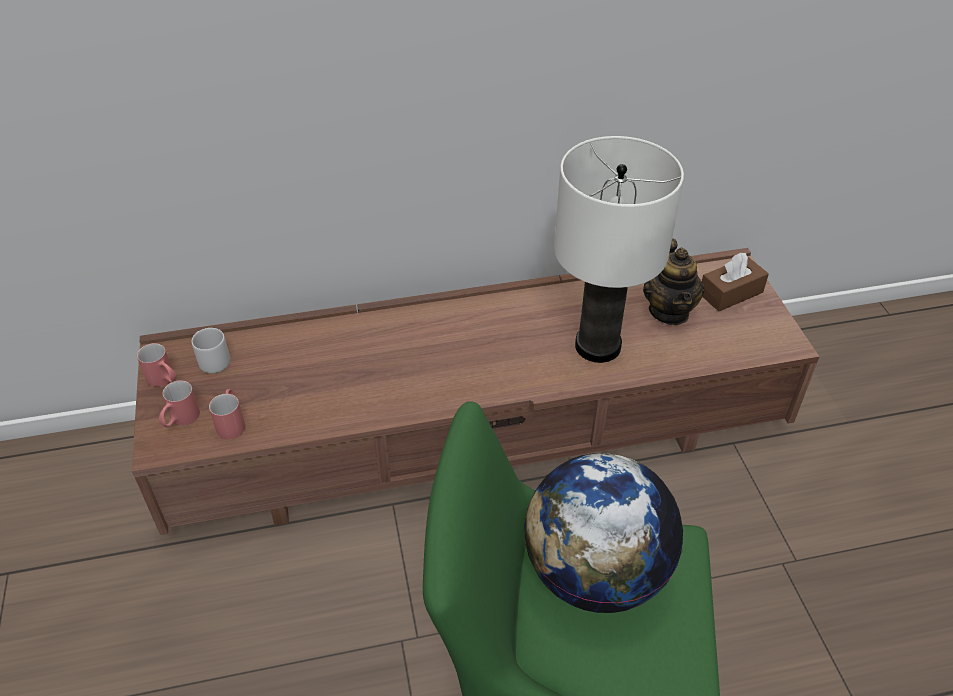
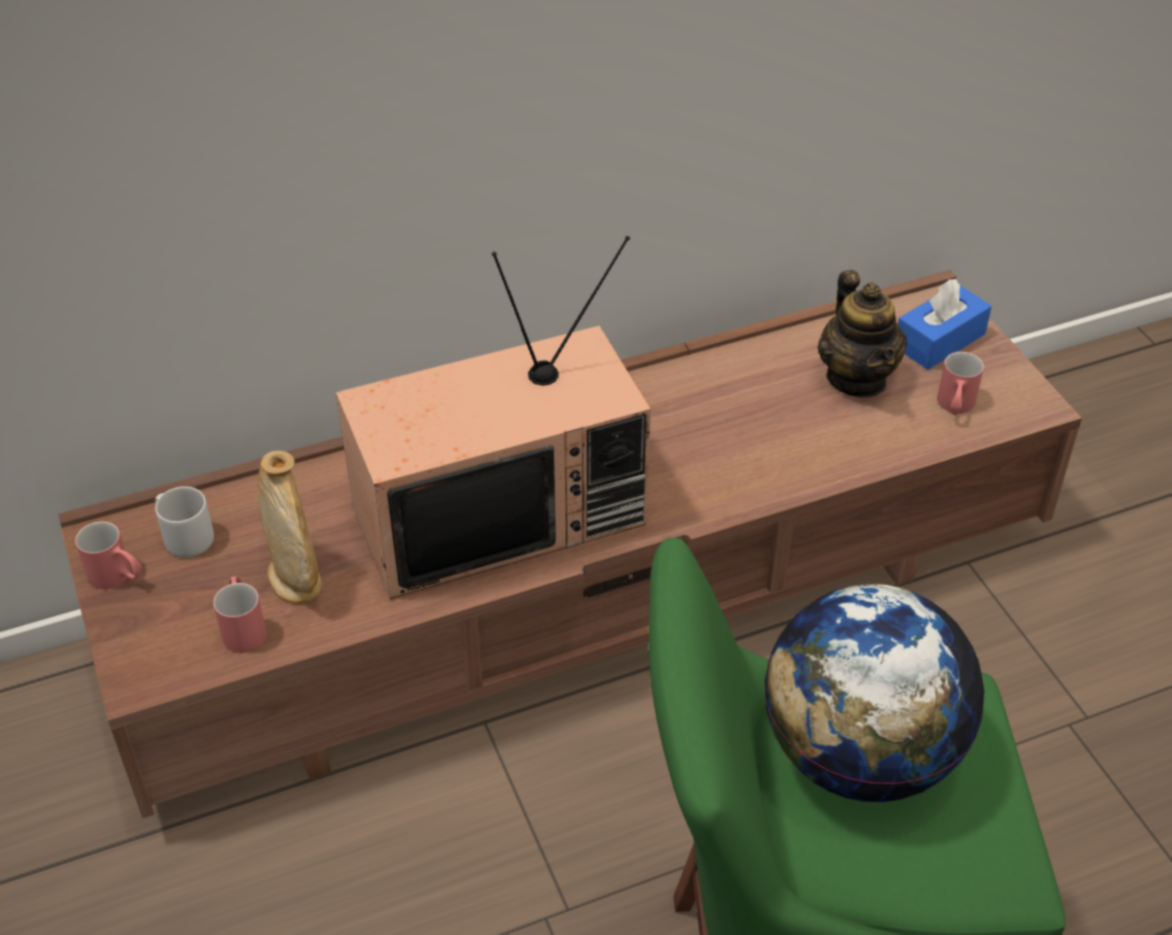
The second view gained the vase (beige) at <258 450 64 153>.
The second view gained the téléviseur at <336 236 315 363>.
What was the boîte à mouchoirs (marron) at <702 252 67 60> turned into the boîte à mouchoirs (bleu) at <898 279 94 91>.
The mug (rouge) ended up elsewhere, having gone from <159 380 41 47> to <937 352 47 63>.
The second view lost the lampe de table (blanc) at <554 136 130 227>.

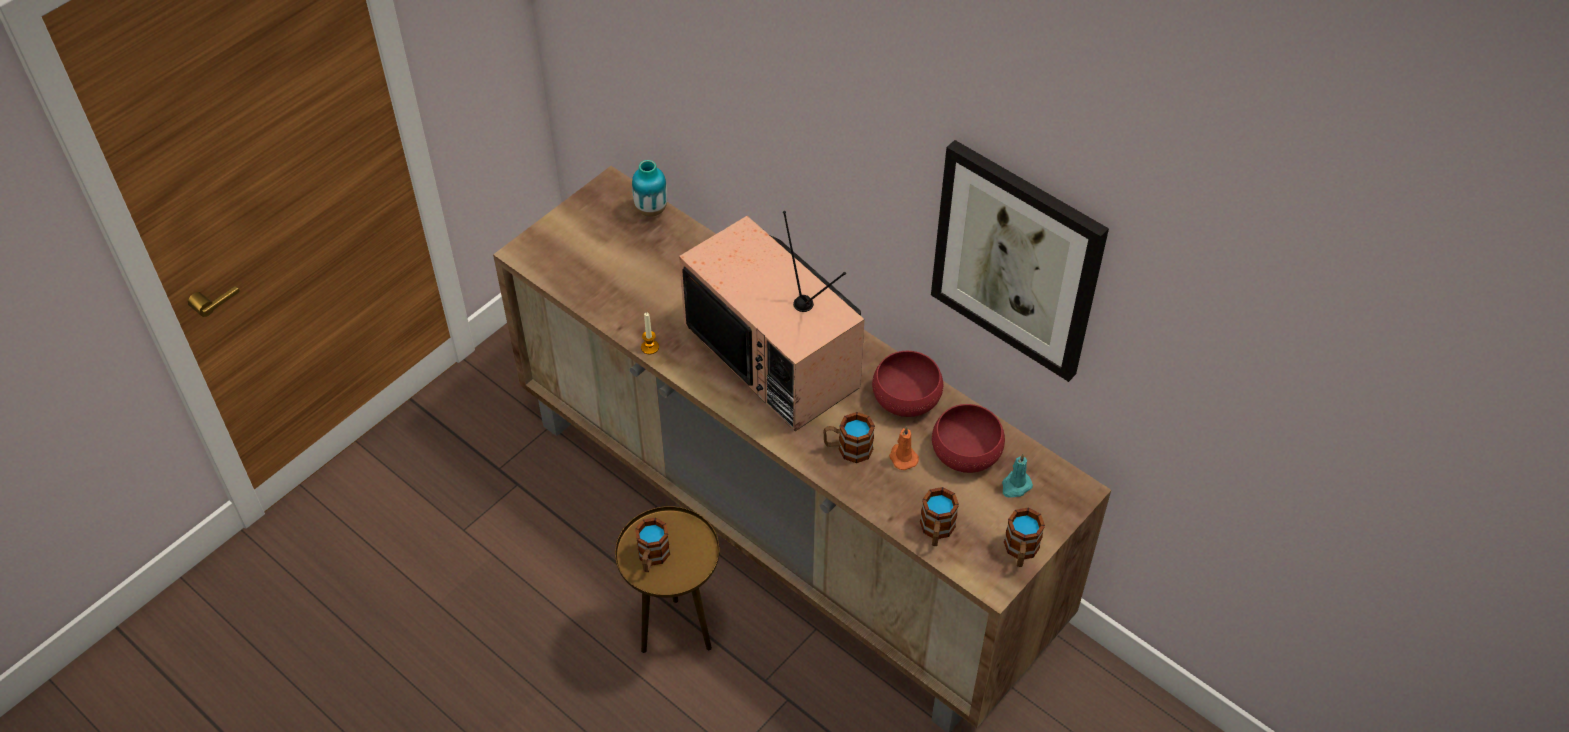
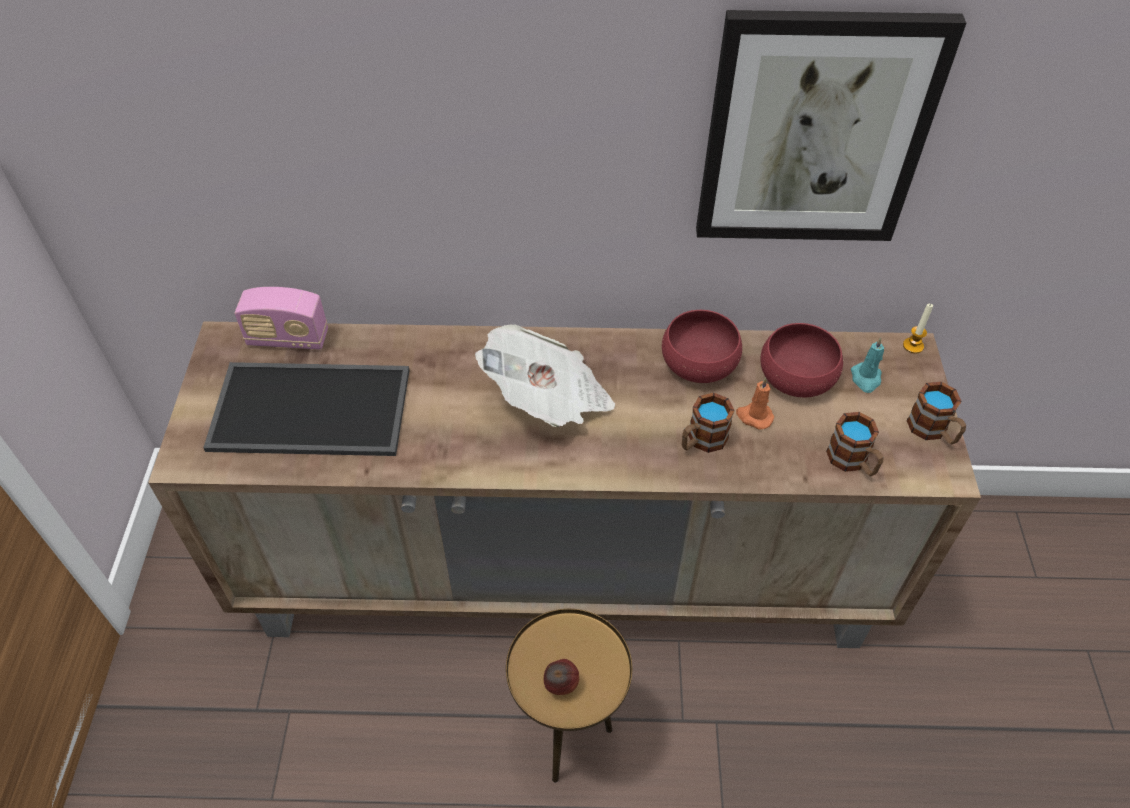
The second view gained the plateau at <203 362 207 94>.
Where the vase stood at <632 160 35 57>, the radio came to stand at <235 287 93 63>.
Where the téléviseur stood at <679 211 186 220>, the journal came to stand at <475 324 140 103>.
Where the mug stood at <635 518 35 54>, the pomme came to stand at <544 659 35 36>.
The bougie ended up elsewhere, having gone from <641 312 18 42> to <903 304 30 49>.

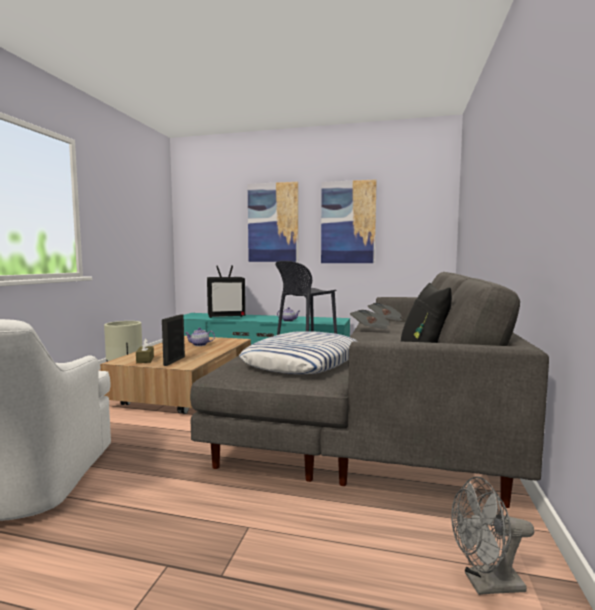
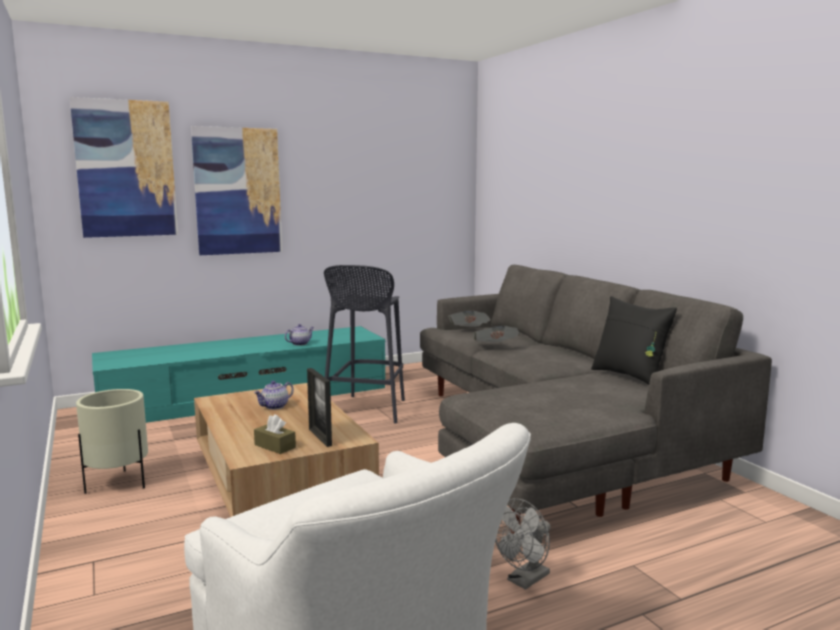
The tableau ended up elsewhere, having gone from <321 179 56 84> to <70 97 108 141>.
The ventilateur (gris) ended up elsewhere, having gone from <451 476 83 119> to <495 498 56 92>.
The second view lost the téléviseur at <207 265 38 53>.
The second view lost the coussin at <239 331 118 43>.

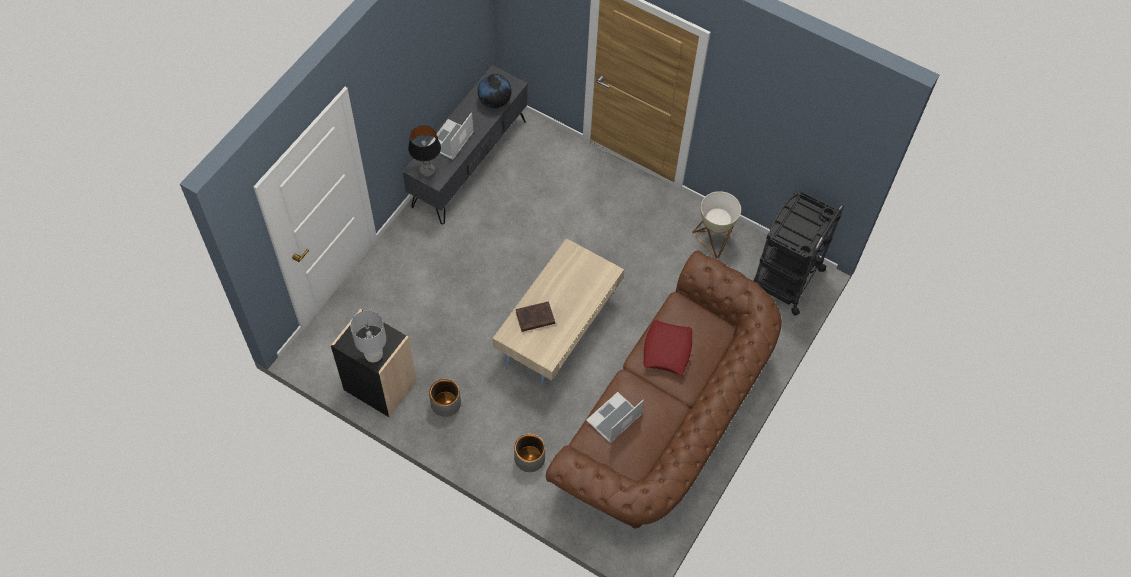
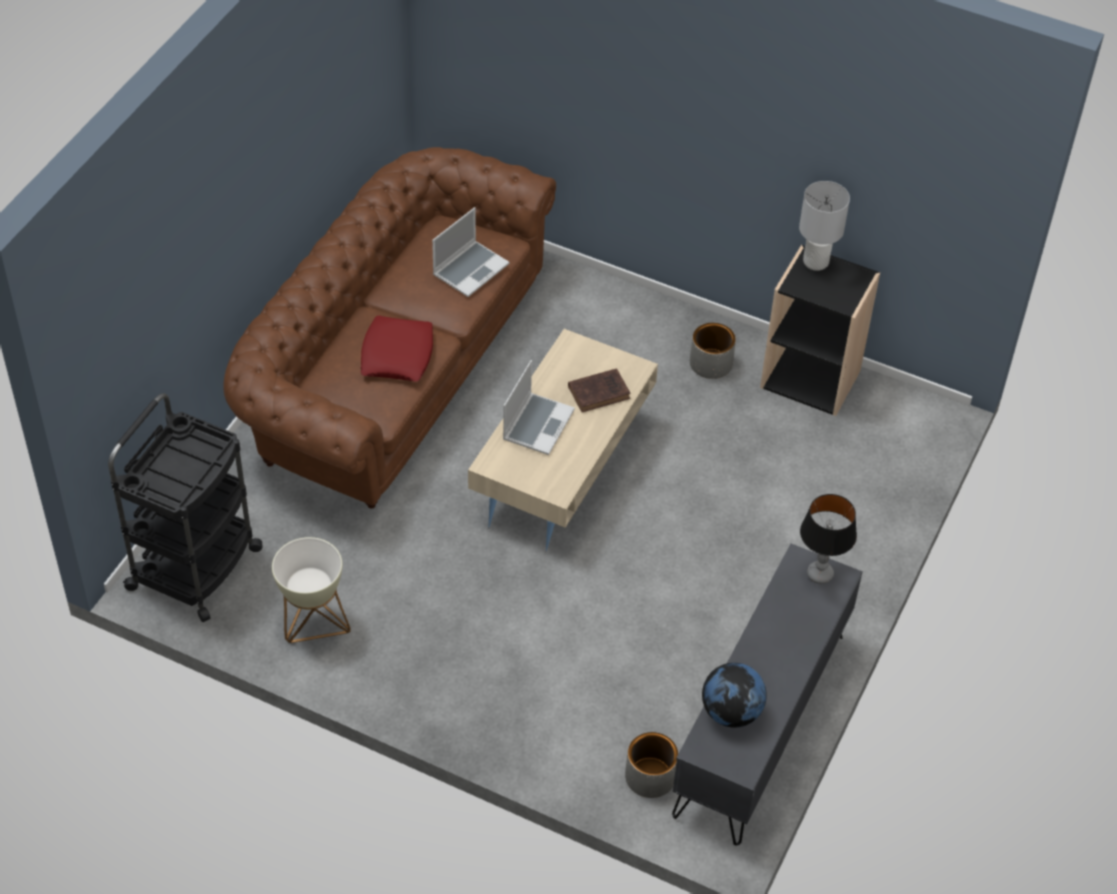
The ordinateur portable ended up elsewhere, having gone from <428 112 46 48> to <503 360 72 95>.
The cache-pot (gris) ended up elsewhere, having gone from <514 434 31 38> to <625 732 53 66>.

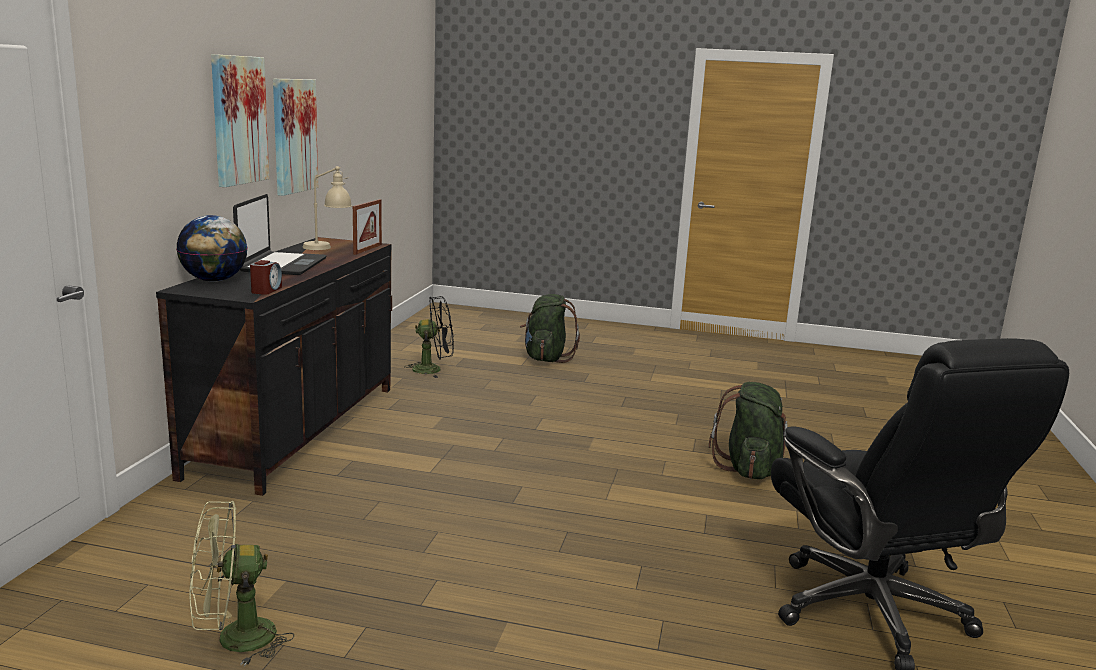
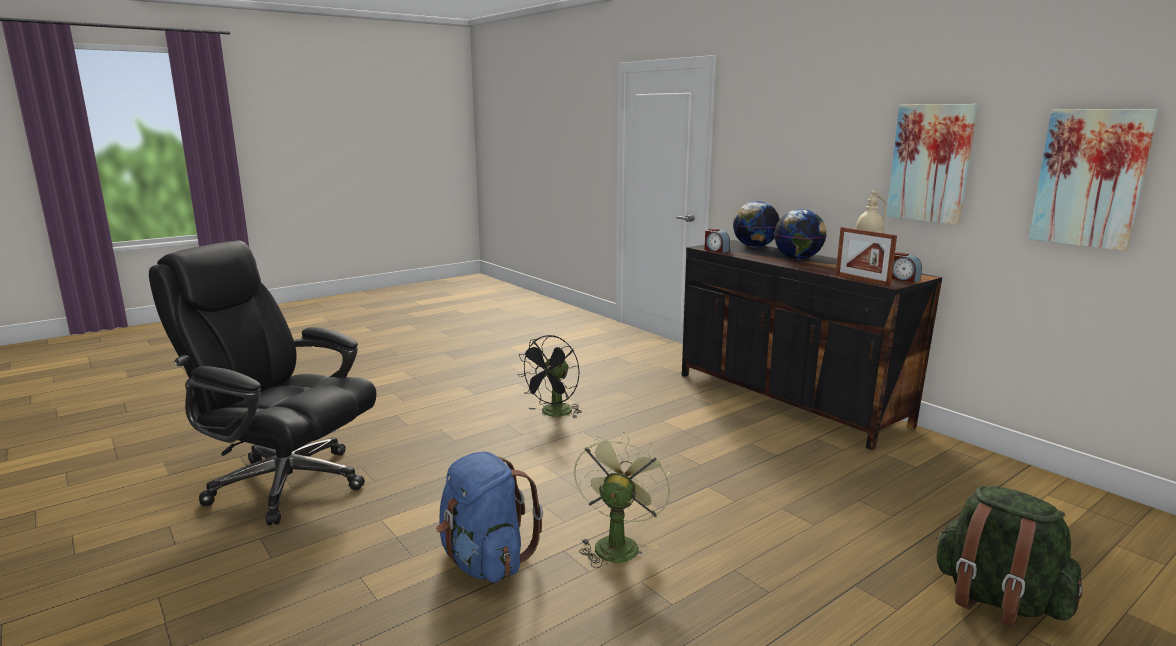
What was the sac à dos (vert) at <709 382 79 97> turned into the sac à dos (bleu) at <436 452 107 131>.
The ventilateur (noir) ended up elsewhere, having gone from <404 296 50 82> to <517 335 65 83>.
The ventilateur (vert) ended up elsewhere, having gone from <189 501 105 165> to <574 432 97 136>.
Where the ordinateur portable stood at <233 194 93 81>, the globe came to stand at <774 209 53 50>.
The second view gained the réveil at <892 252 30 31>.
The tableau ended up elsewhere, having gone from <211 54 58 133> to <1028 109 131 142>.

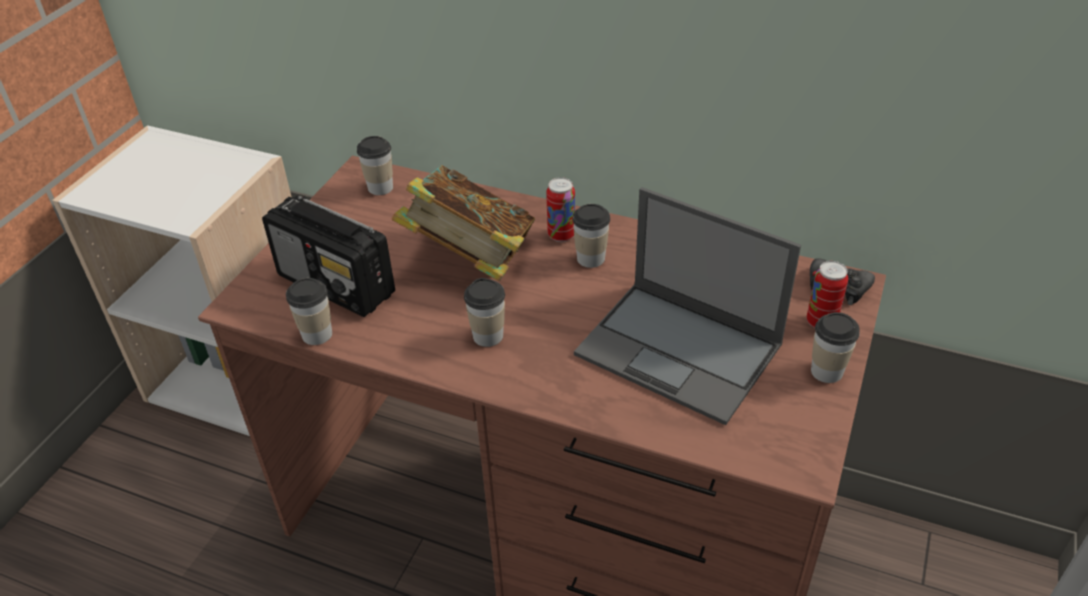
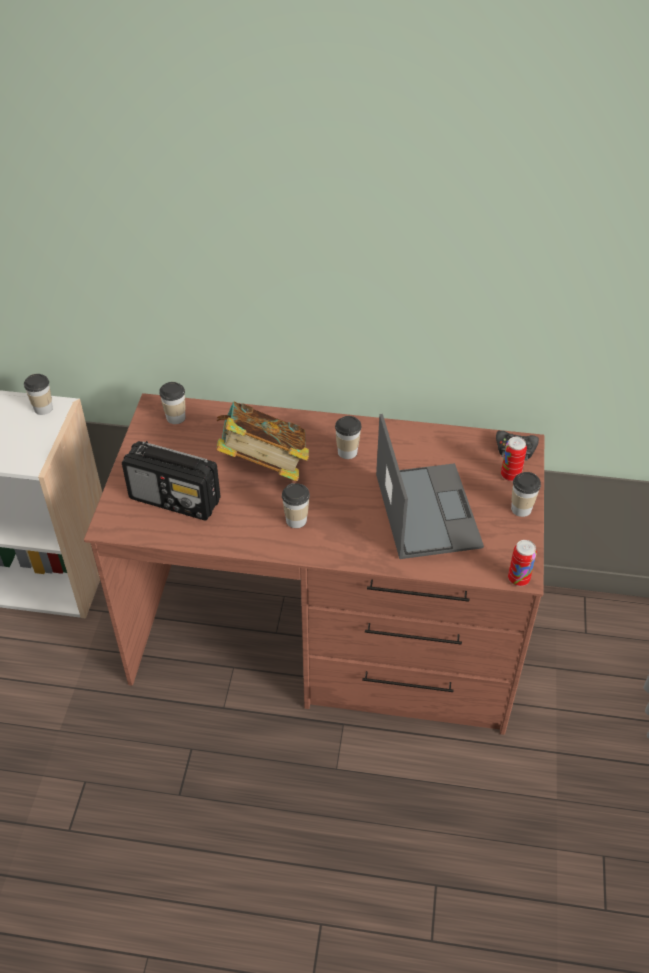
The tasse ended up elsewhere, having gone from <286 278 46 67> to <24 374 29 41>.
The ordinateur portable at <574 187 227 238> ended up facing another way, 120 degrees counterclockwise from before.
The boîte métallique ended up elsewhere, having gone from <546 177 29 65> to <508 540 29 46>.

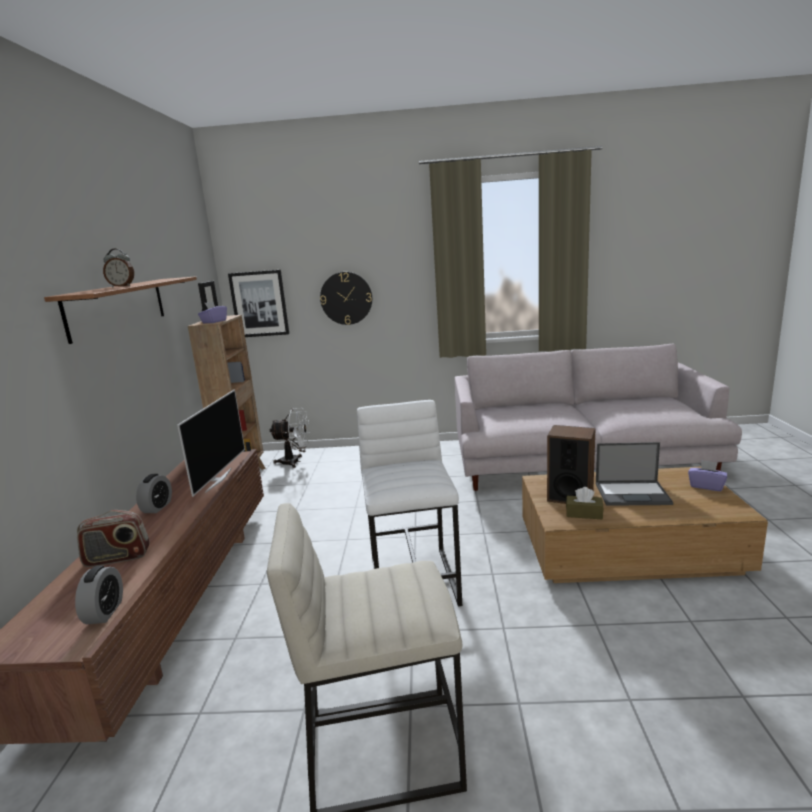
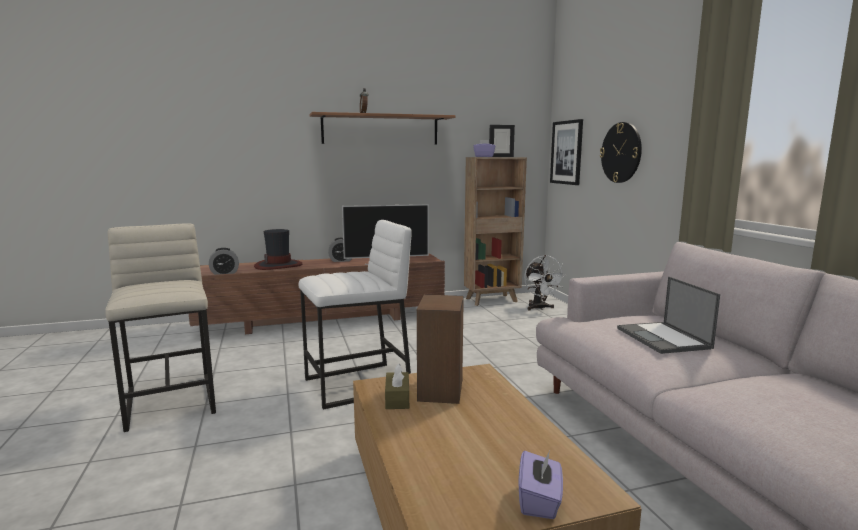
Where the radio stood at <77 510 73 57>, the chapeau came to stand at <254 229 48 41>.
The ordinateur portable ended up elsewhere, having gone from <596 442 77 64> to <617 277 103 77>.

